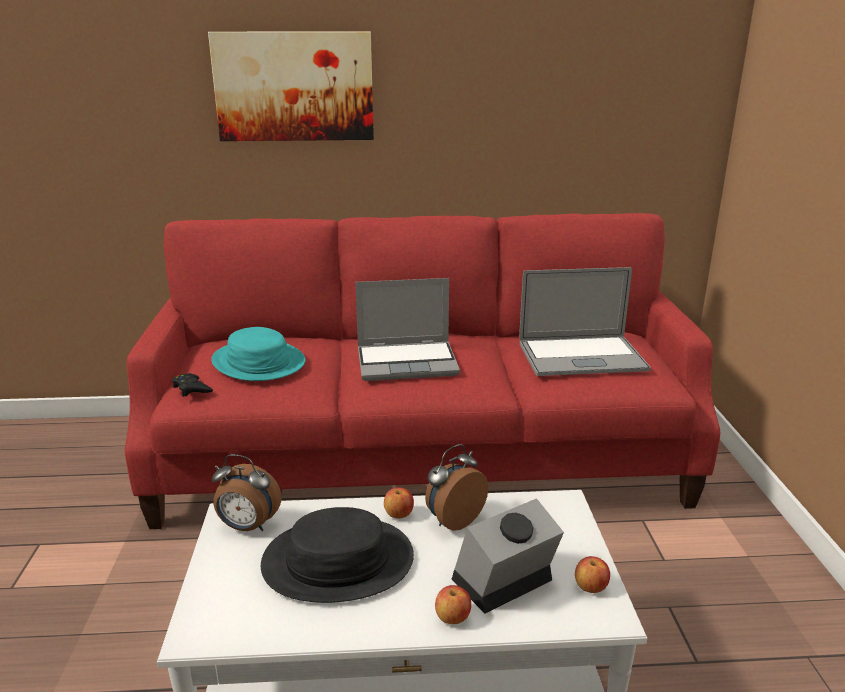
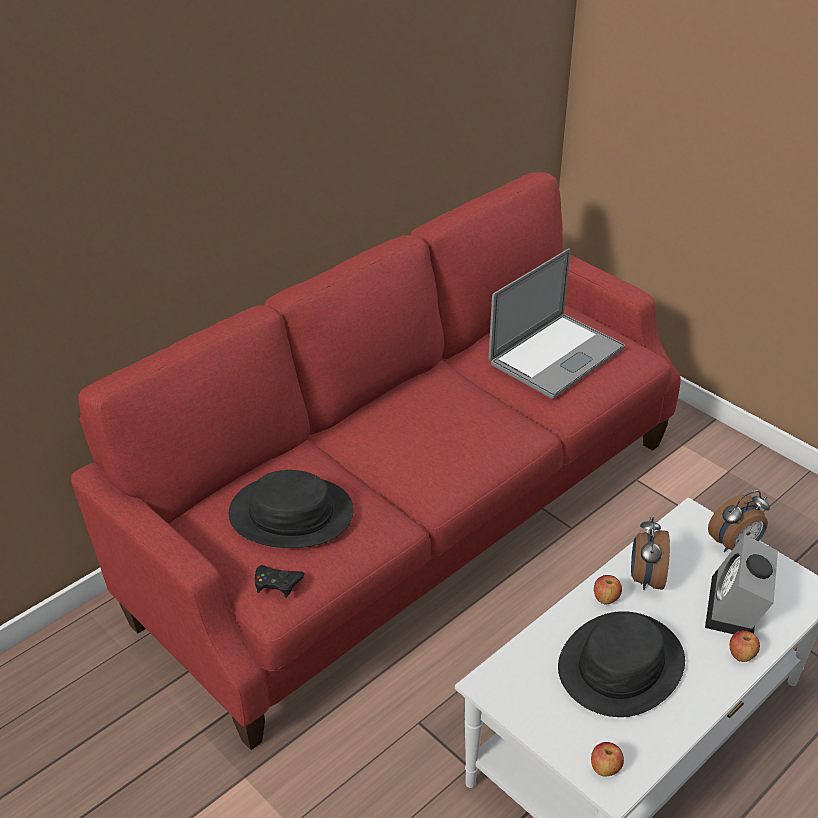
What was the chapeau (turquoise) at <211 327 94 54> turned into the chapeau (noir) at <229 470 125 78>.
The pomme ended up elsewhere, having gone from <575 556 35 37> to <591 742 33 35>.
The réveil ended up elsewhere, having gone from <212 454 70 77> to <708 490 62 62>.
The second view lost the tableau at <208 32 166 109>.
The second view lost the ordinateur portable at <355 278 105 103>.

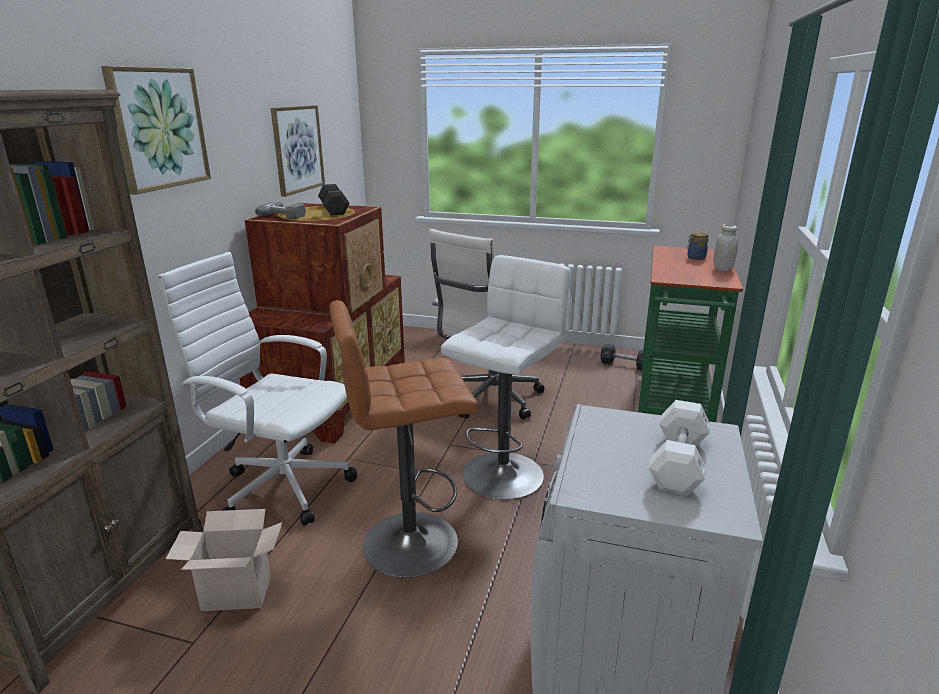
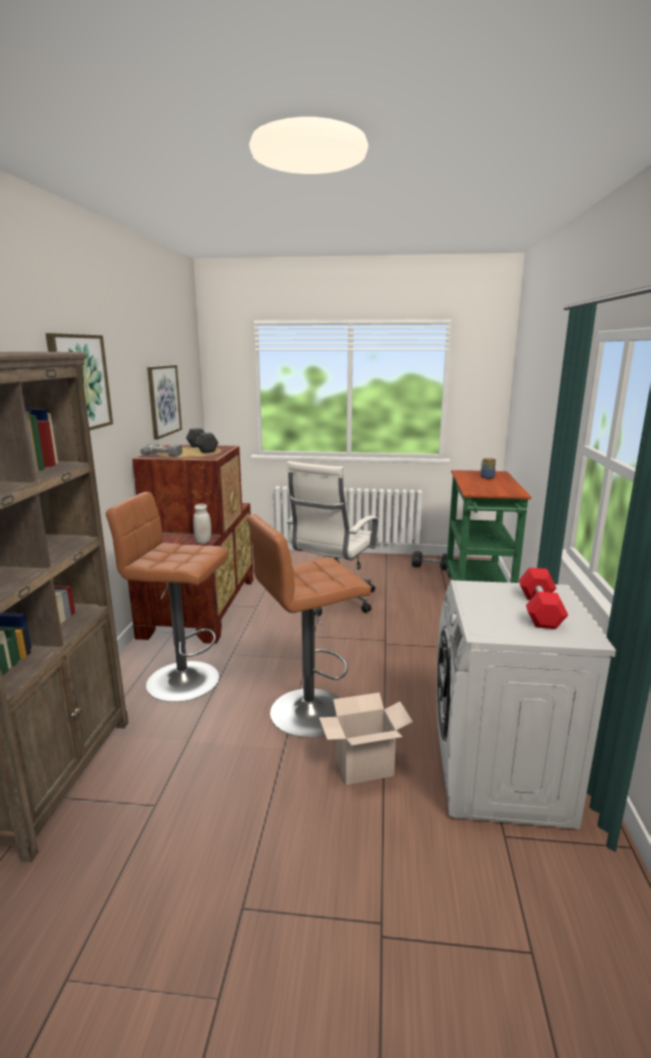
Where the chaise de bureau (blanc) stood at <157 252 200 274>, the tabouret (marron) came to stand at <106 492 122 210>.
The bocal (blanc) ended up elsewhere, having gone from <714 224 24 47> to <193 504 18 40>.
The carton ended up elsewhere, having gone from <166 509 116 102> to <319 692 94 93>.
What was the haltère (blanc) at <648 400 63 96> turned into the haltère (rouge) at <519 567 49 62>.
The second view lost the tabouret (blanc) at <441 255 130 245>.

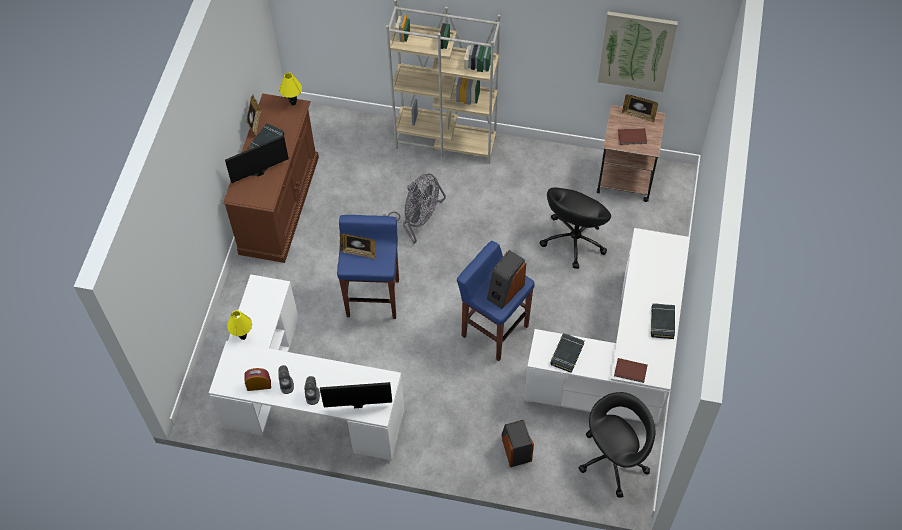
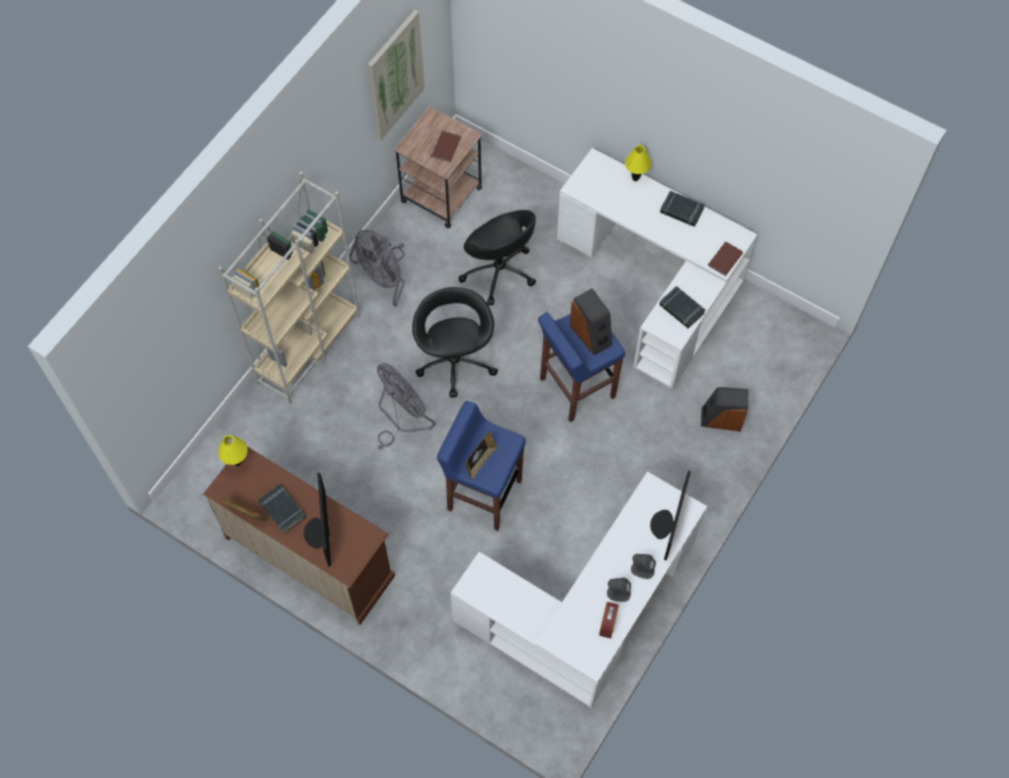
The second view gained the ventilateur (gris) at <349 230 56 76>.
The chaise de bureau (noir) ended up elsewhere, having gone from <579 392 77 106> to <412 287 86 111>.
The lampe de table (jaune) ended up elsewhere, having gone from <227 310 25 30> to <625 145 26 36>.
The second view lost the cadre photo at <622 94 36 29>.

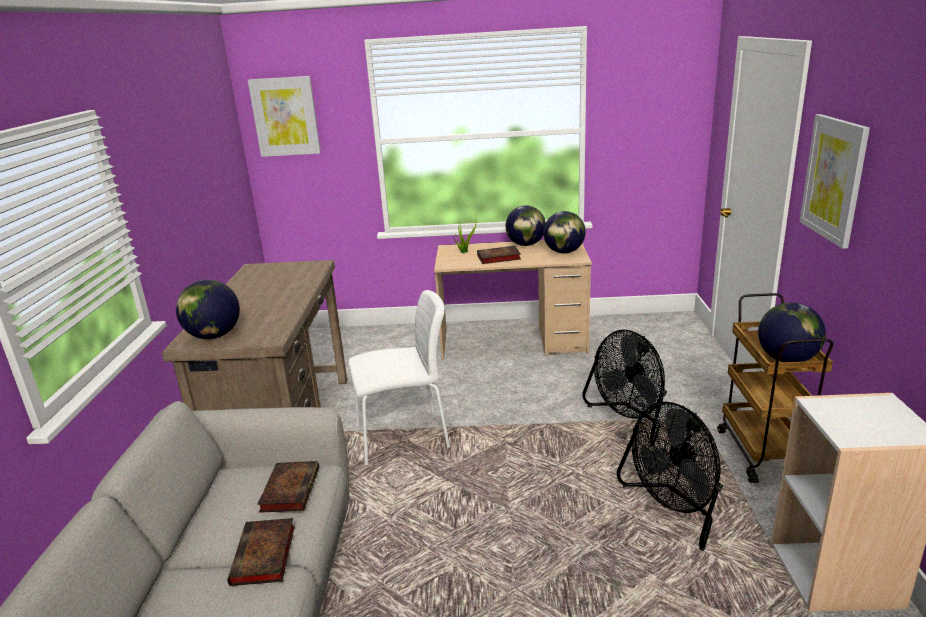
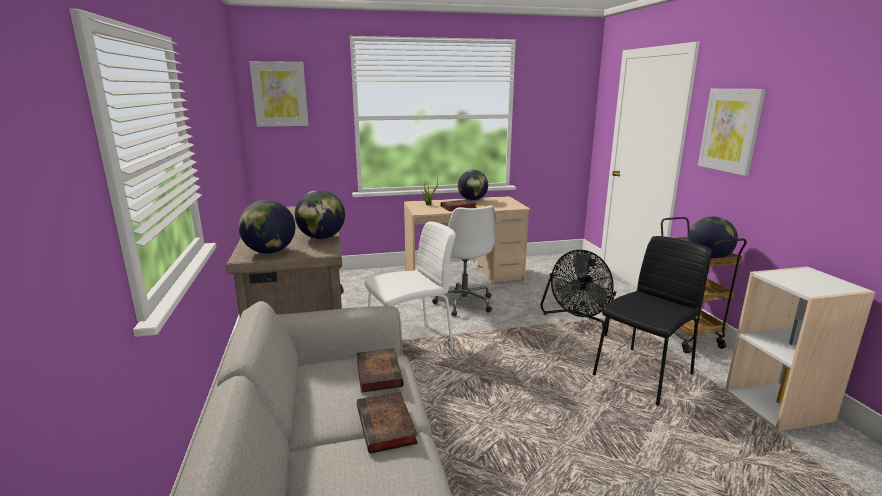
The globe ended up elsewhere, having gone from <543 211 43 42> to <295 190 50 49>.
The second view gained the chaise de bureau (blanc) at <432 206 64 110>.
Where the ventilateur (noir) stood at <617 402 106 149>, the chaise (noir) came to stand at <593 236 119 170>.

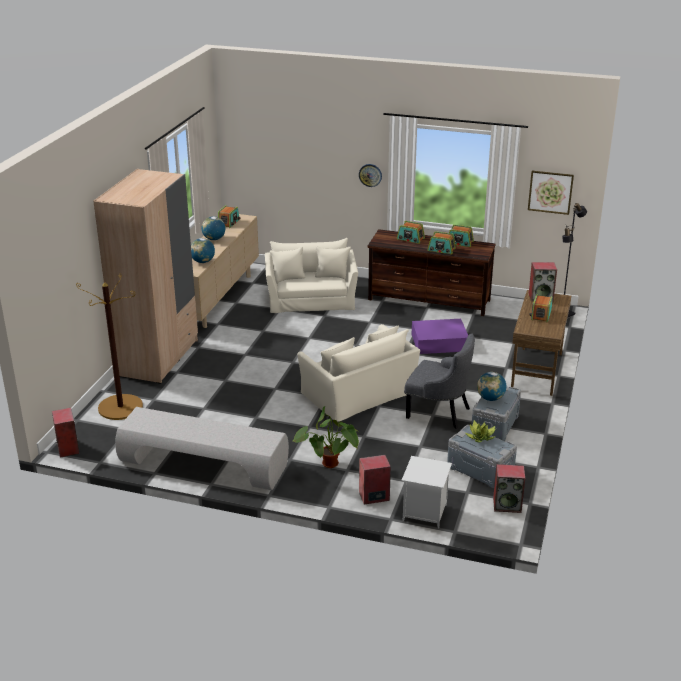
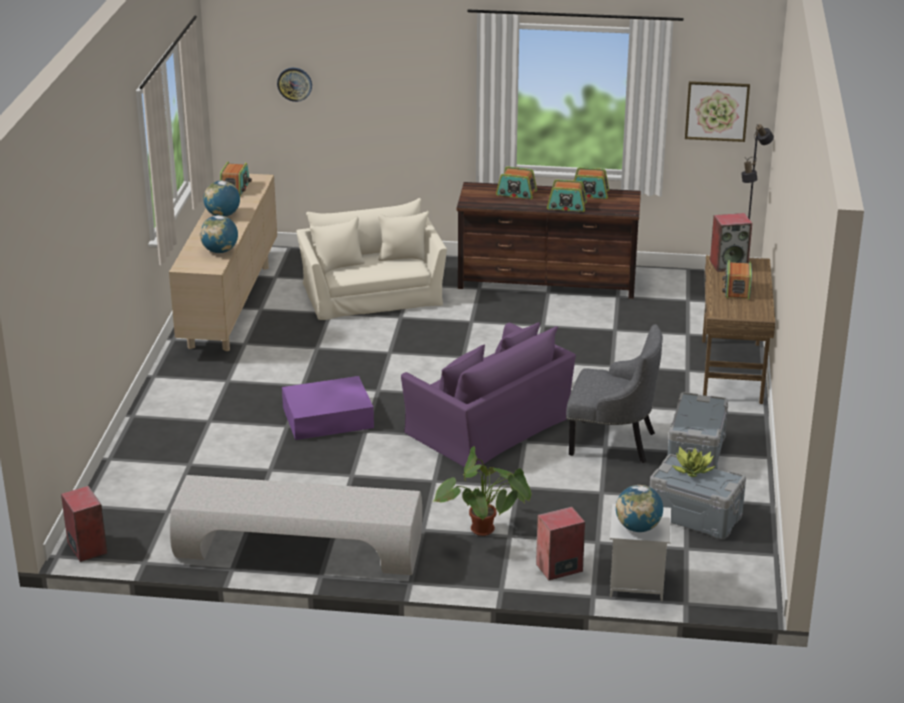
The horloge murale ended up elsewhere, having gone from <359 164 23 23> to <277 68 35 34>.
The boîte de rangement (violet) ended up elsewhere, having gone from <411 319 57 35> to <282 376 92 64>.
What was the fauteuil (beige) at <297 324 123 98> turned into the fauteuil (violet) at <401 322 175 145>.
The globe ended up elsewhere, having gone from <477 372 29 29> to <616 485 47 47>.
The second view lost the portant (marron) at <76 273 67 147>.
The second view lost the armoire (beige) at <93 168 105 216>.
The second view lost the enceinte at <493 464 32 49>.

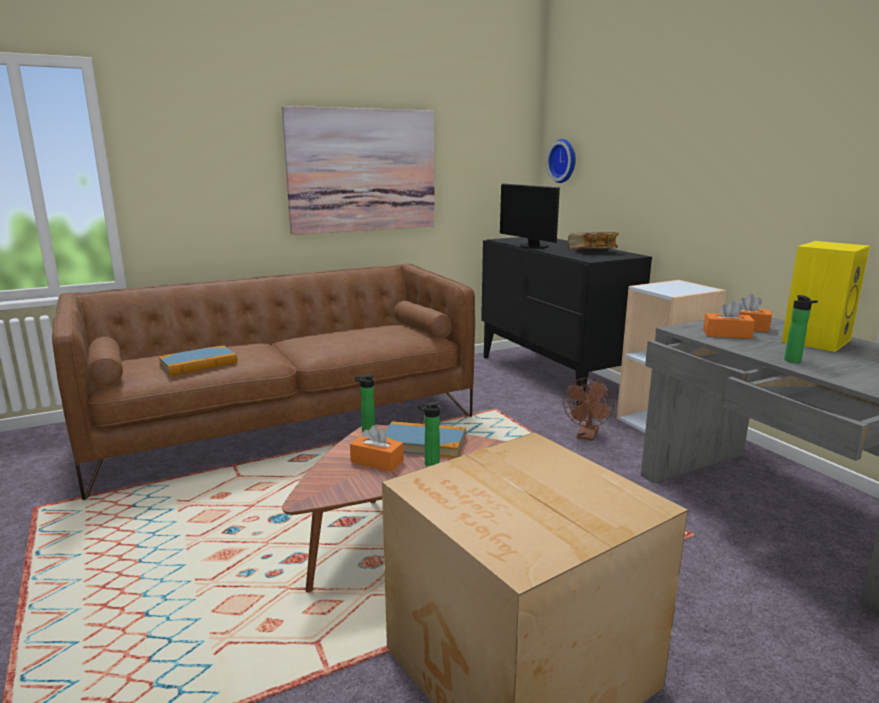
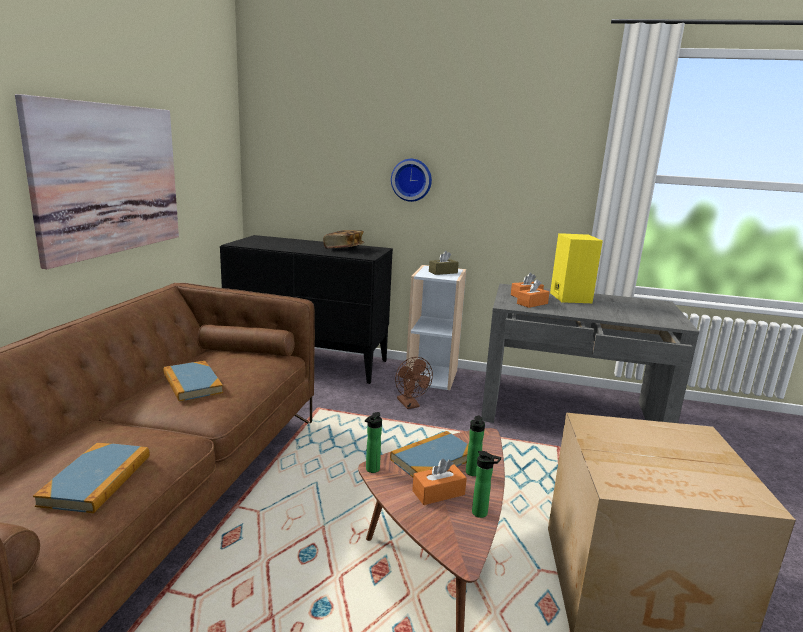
The second view gained the livre at <163 361 60 41>.
The horloge murale ended up elsewhere, having gone from <546 139 30 44> to <391 159 41 43>.
The second view gained the boîte à mouchoirs (marron) at <429 251 30 24>.
The bouteille ended up elsewhere, having gone from <784 295 34 68> to <472 451 29 67>.
The second view lost the écran d'ordinateur at <500 183 60 66>.

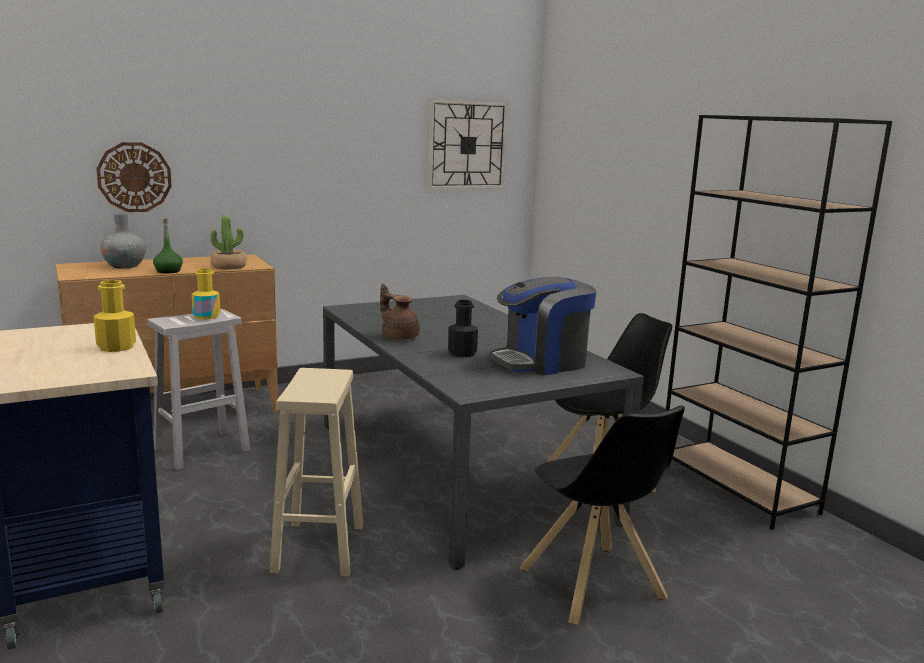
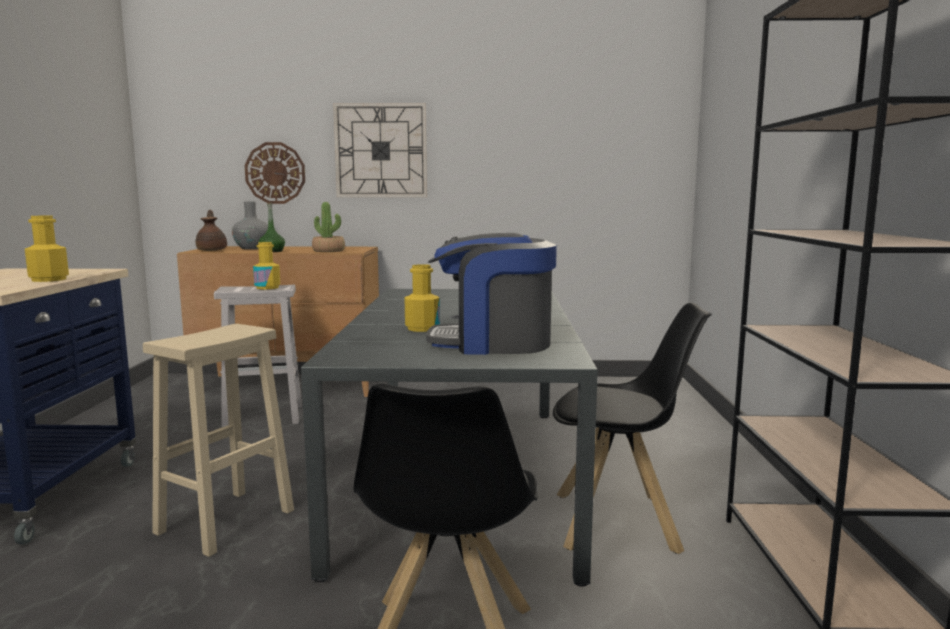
The théière (marron) ended up elsewhere, having gone from <380 284 40 56> to <196 210 31 41>.
The horloge murale ended up elsewhere, having gone from <428 99 80 90> to <333 103 94 94>.
What was the bouteille (noir) at <448 300 30 57> turned into the bouteille (jaune) at <404 264 36 68>.

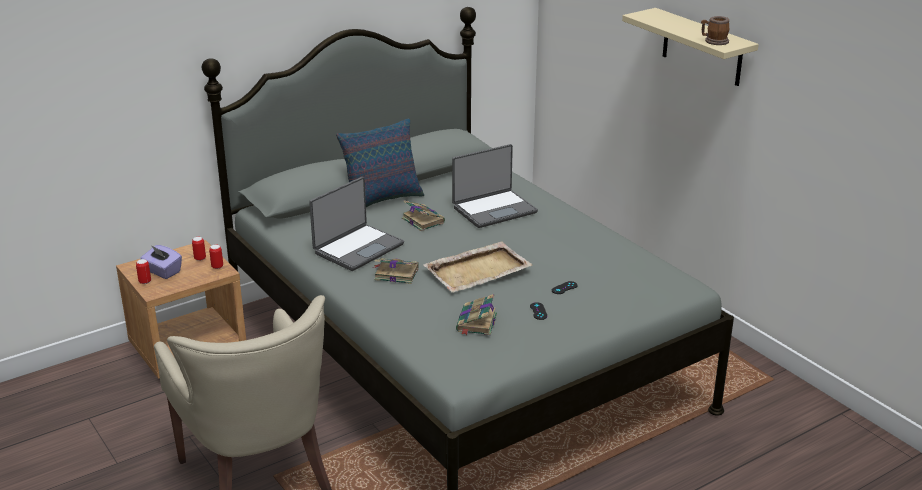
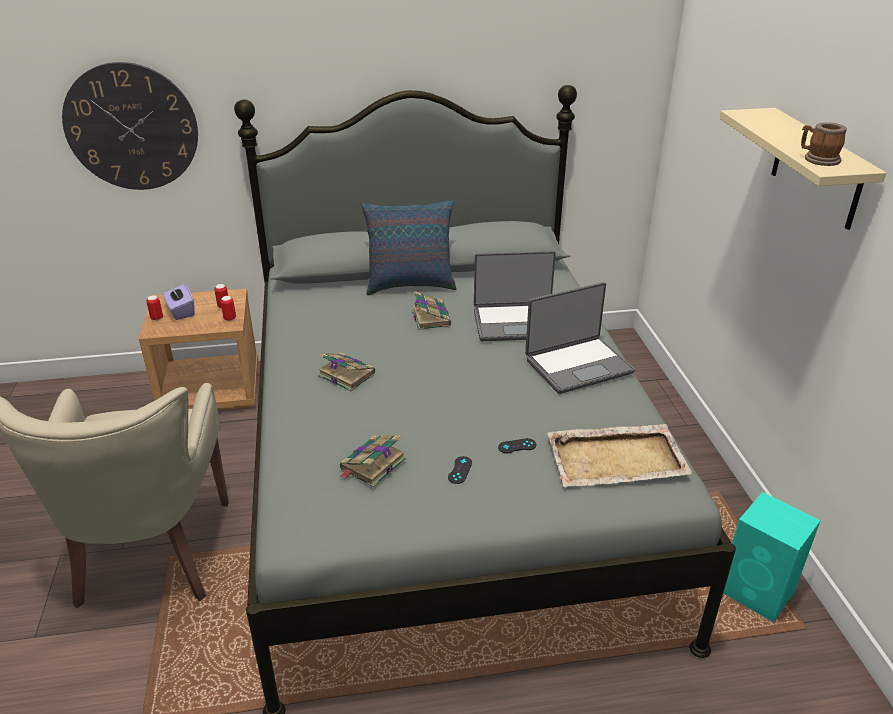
The second view gained the horloge murale at <62 62 136 128>.
The ordinateur portable ended up elsewhere, having gone from <309 177 95 94> to <525 282 110 112>.
The plateau (beige) ended up elsewhere, having gone from <424 241 109 52> to <547 424 145 64>.
The second view gained the enceinte (turquoise) at <723 492 98 130>.

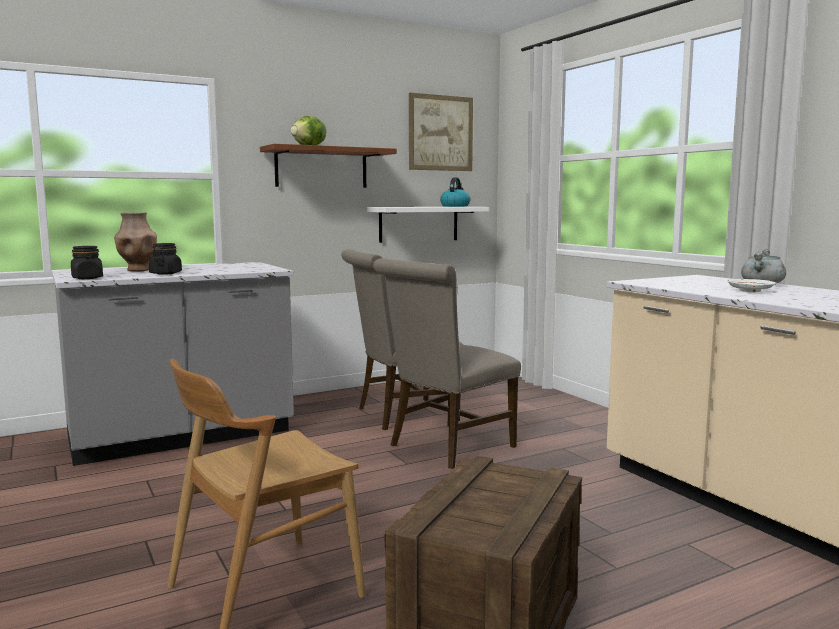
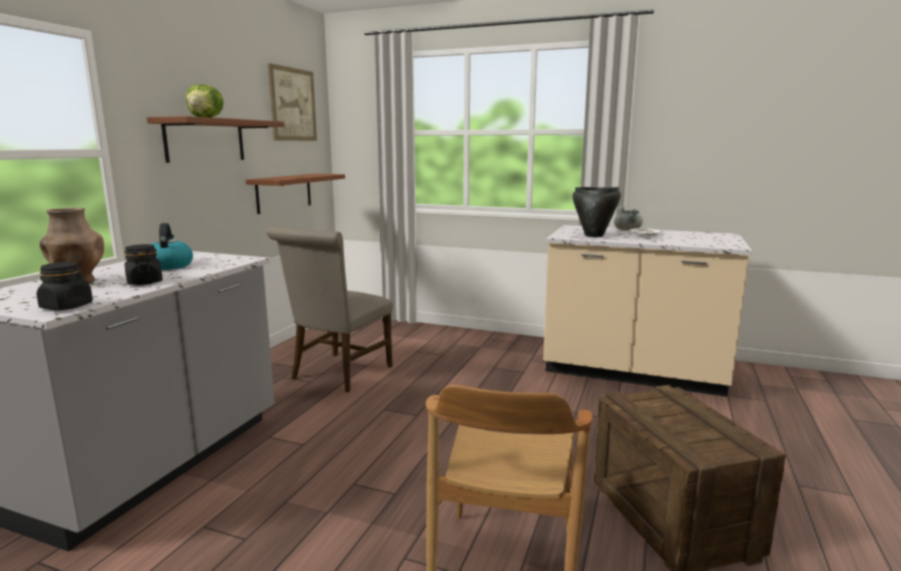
The bouilloire ended up elsewhere, having gone from <440 177 30 30> to <152 223 41 47>.
What was the étagère (blanc) at <367 207 122 36> turned into the étagère (marron) at <246 174 99 40>.
The second view gained the marmite (noir) at <572 187 49 50>.
The second view lost the chaise (beige) at <373 258 148 211>.

